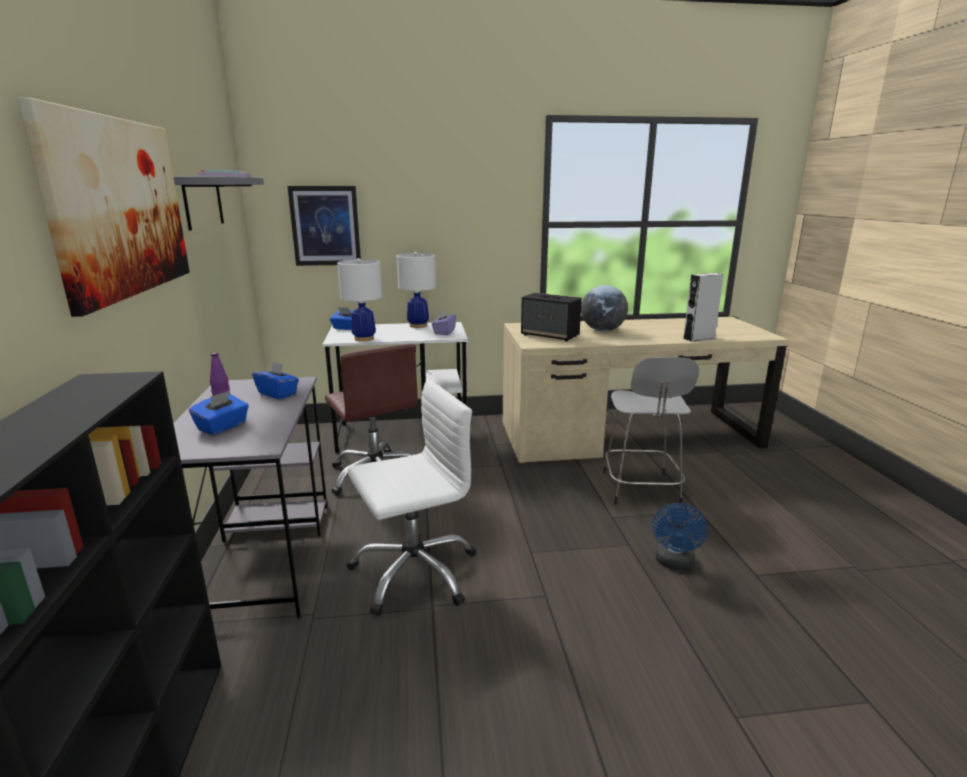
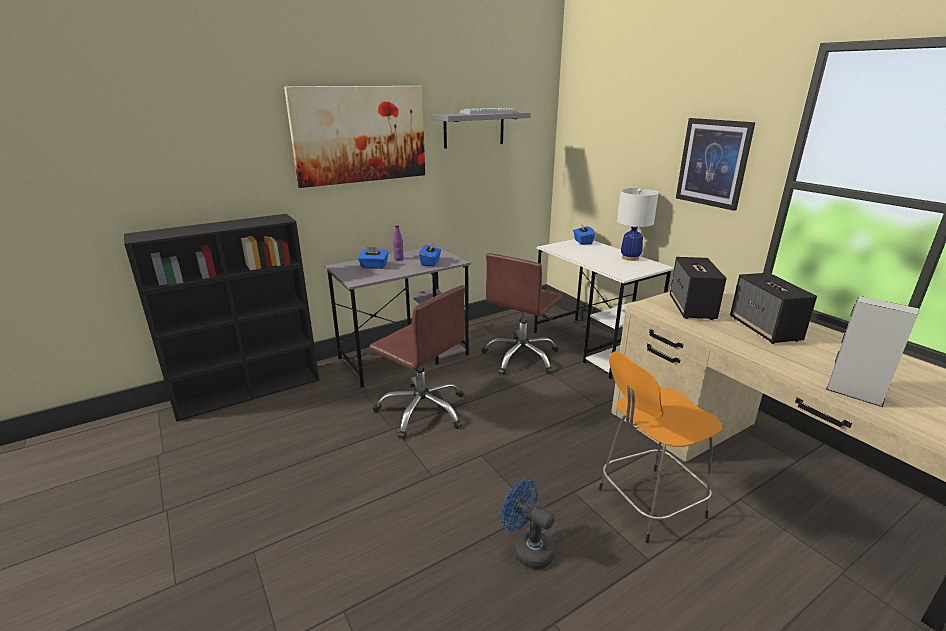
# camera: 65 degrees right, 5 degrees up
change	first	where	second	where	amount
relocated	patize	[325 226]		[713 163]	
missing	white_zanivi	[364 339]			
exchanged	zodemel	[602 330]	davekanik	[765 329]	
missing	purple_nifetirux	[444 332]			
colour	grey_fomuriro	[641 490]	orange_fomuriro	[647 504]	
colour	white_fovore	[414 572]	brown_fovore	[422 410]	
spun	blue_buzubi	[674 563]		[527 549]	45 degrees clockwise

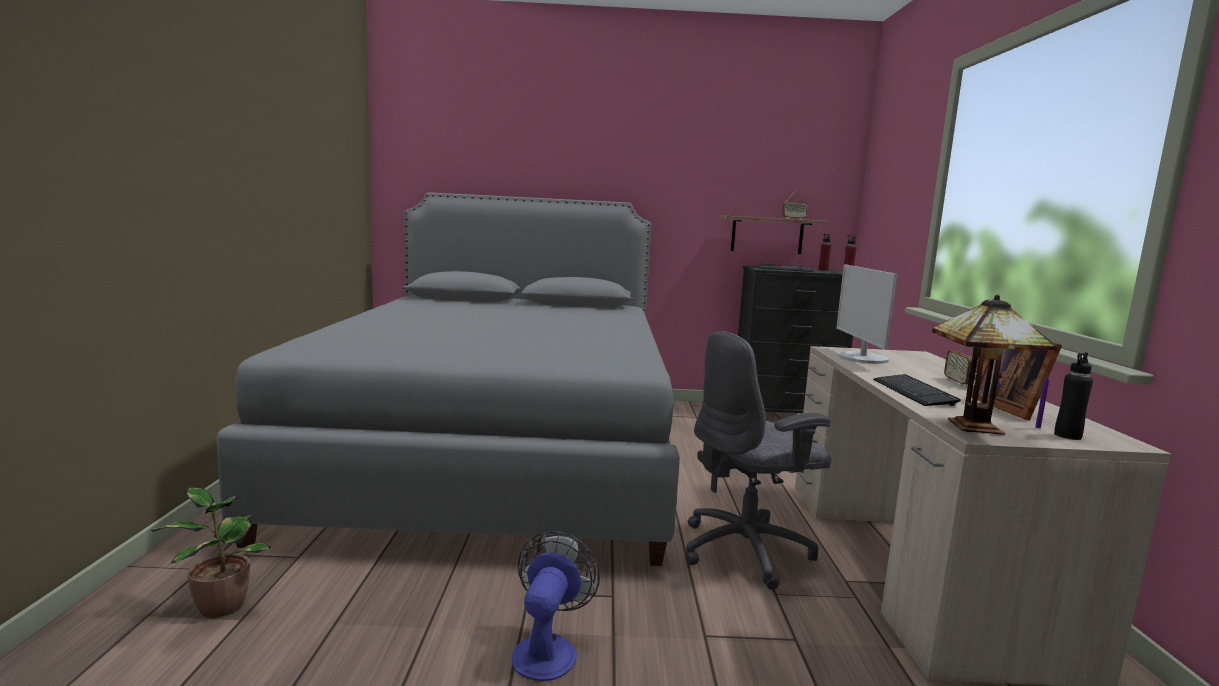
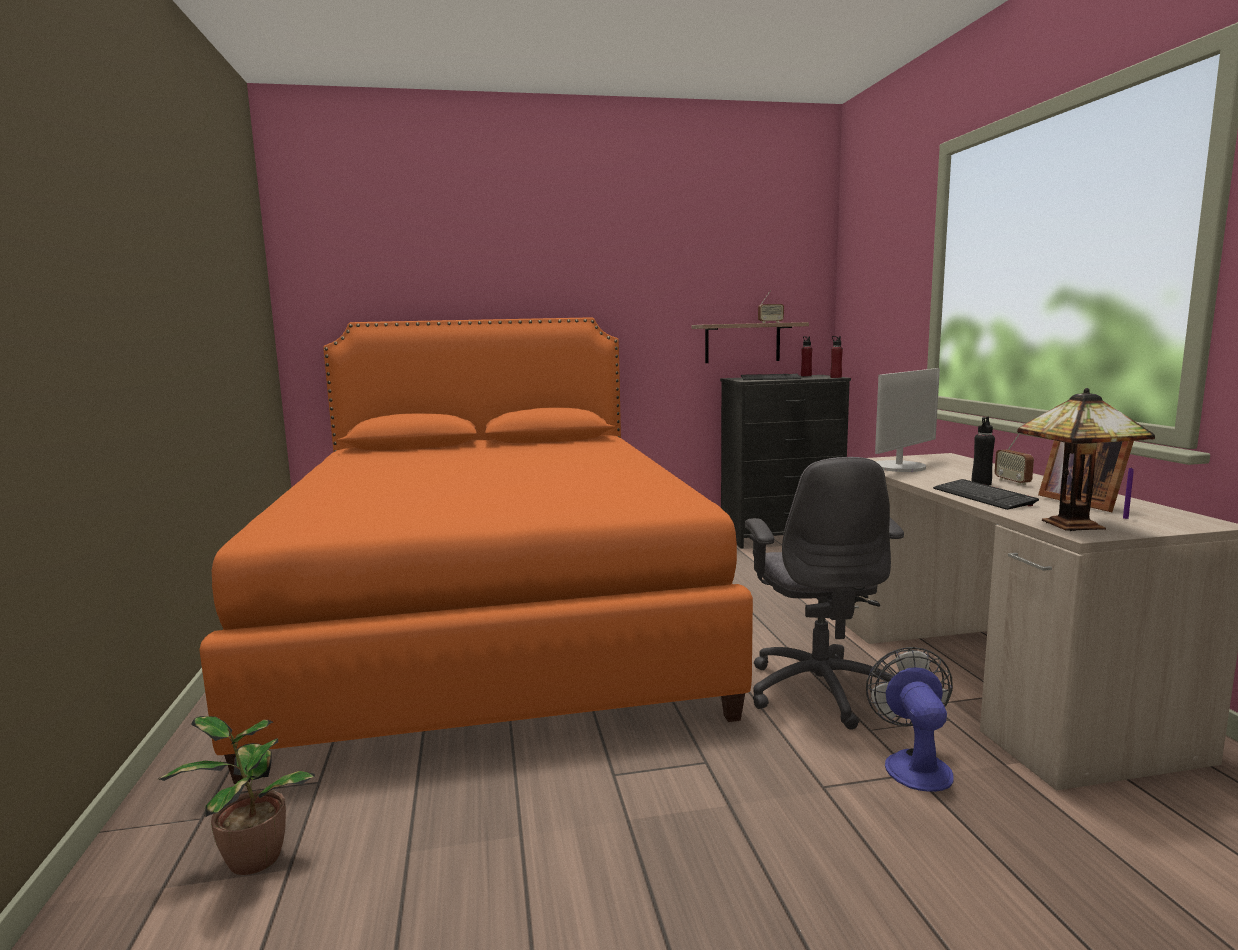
# camera: 10 degrees left, 0 degrees up
change	first	where	second	where	amount
colour	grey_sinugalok	[498 451]	orange_sinugalok	[492 620]	
spun	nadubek	[862 358]		[900 467]	120 degrees counterclockwise
spun	grey_fovore	[747 551]		[819 689]	60 degrees counterclockwise
relocated	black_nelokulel	[1067 436]		[981 483]	
relocated	buzubi	[548 649]		[913 764]	

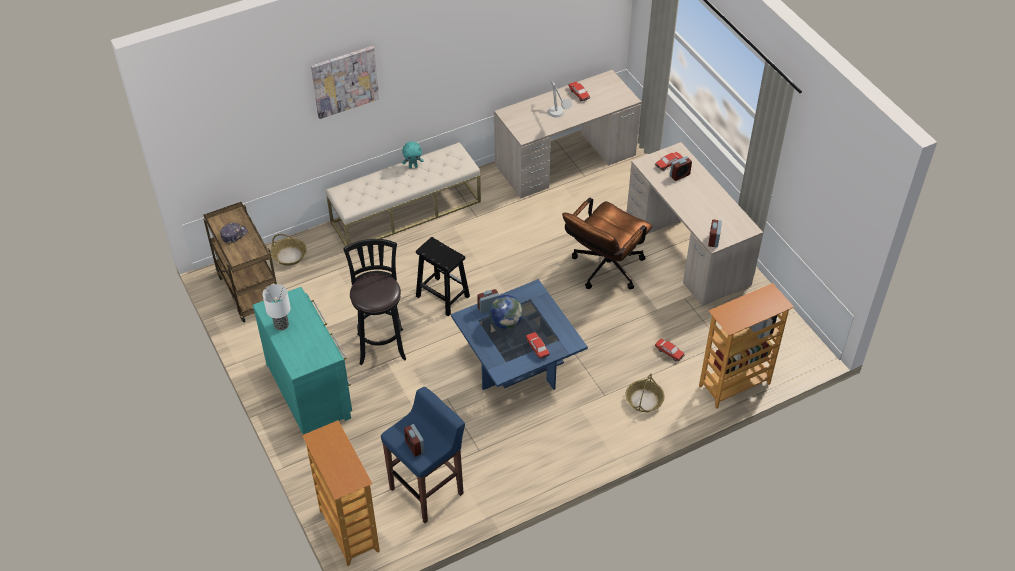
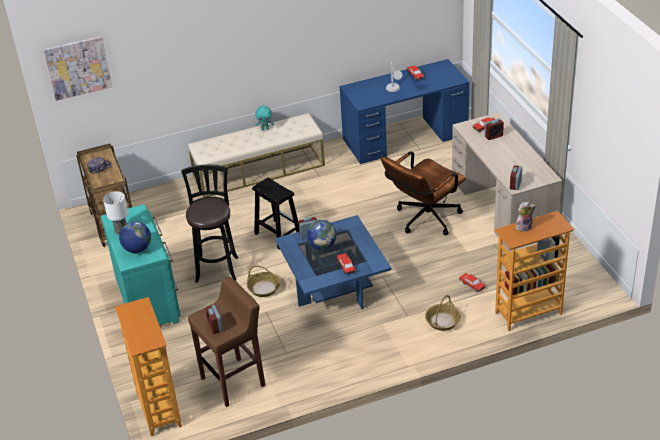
# camera: 10 degrees right, 10 degrees down
change	first	where	second	where	amount
relocated	patize	[345 81]		[78 67]	
colour	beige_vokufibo	[566 160]	blue_vokufibo	[405 137]	
relocated	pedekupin	[289 255]		[264 288]	
colour	blue_fomuriro	[427 491]	brown_fomuriro	[234 382]	
appeared			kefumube	[524 227]	
appeared			zodemel	[137 249]	

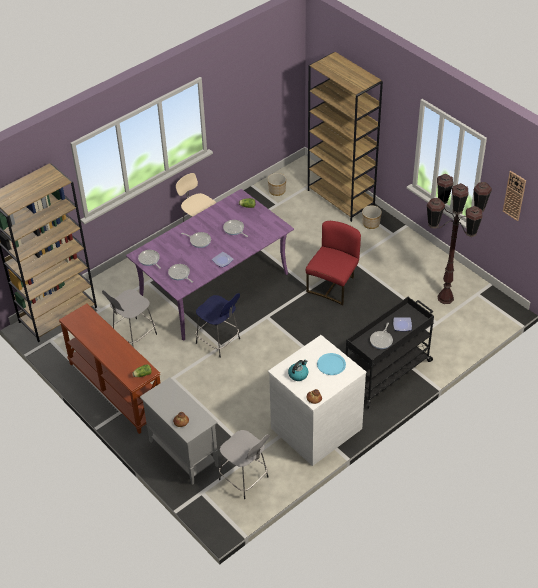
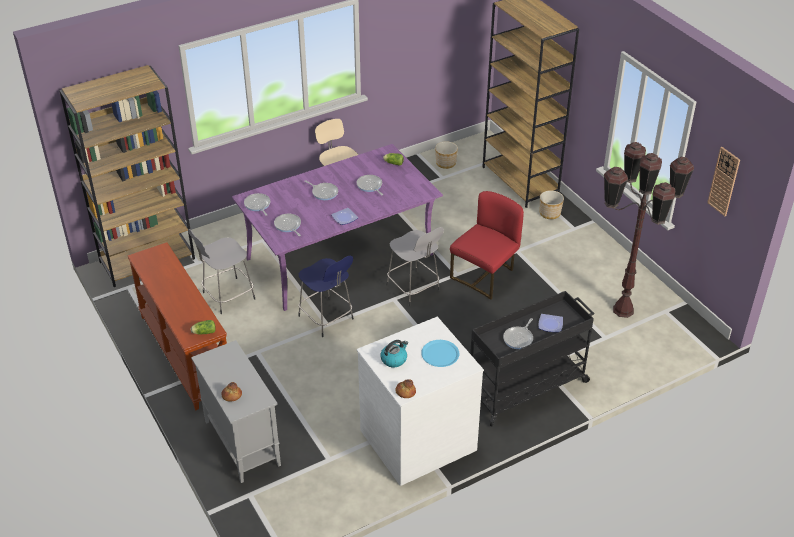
# camera: 10 degrees right, 5 degrees down
change	first	where	second	where	amount
relocated	grey_fomuriro	[245 479]		[414 289]	

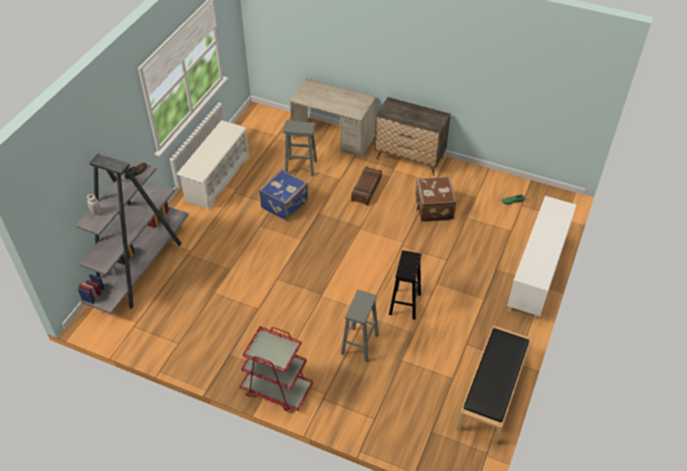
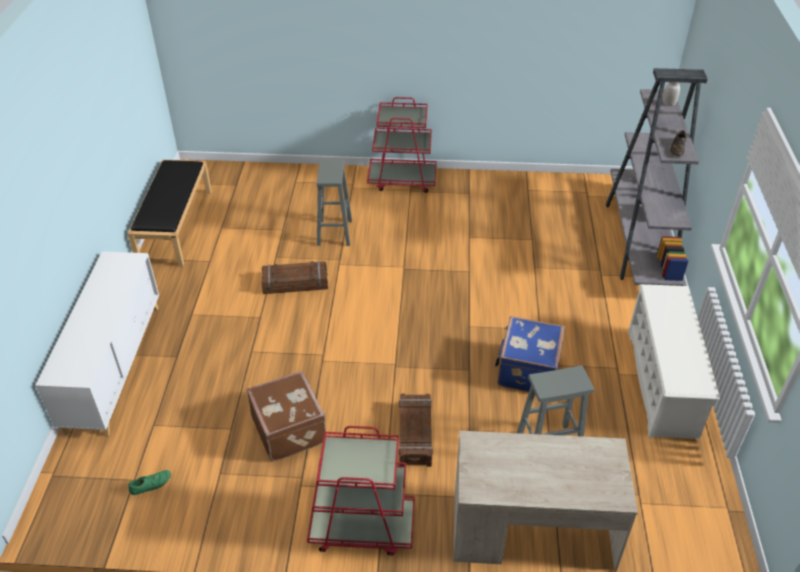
# camera: 160 degrees right, 5 degrees down
change	first	where	second	where	amount
exchanged	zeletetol	[410 158]	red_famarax	[362 527]	
exchanged	black_fomuriro	[405 304]	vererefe	[295 283]	

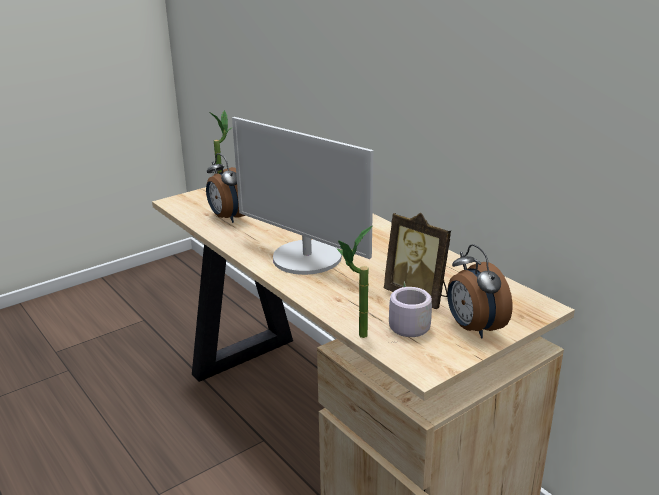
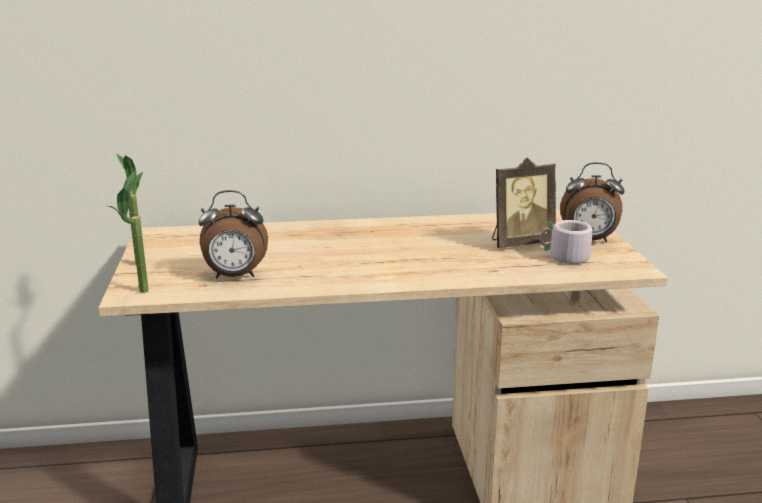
# camera: 60 degrees left, 5 degrees down
change	first	where	second	where	amount
missing	nadubek	[306 258]			
relocated	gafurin	[354 337]		[139 295]	

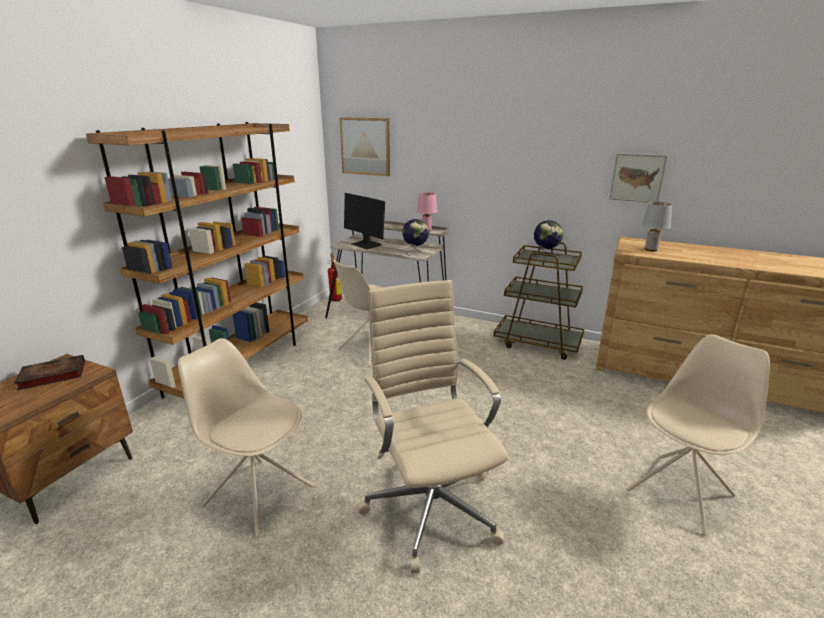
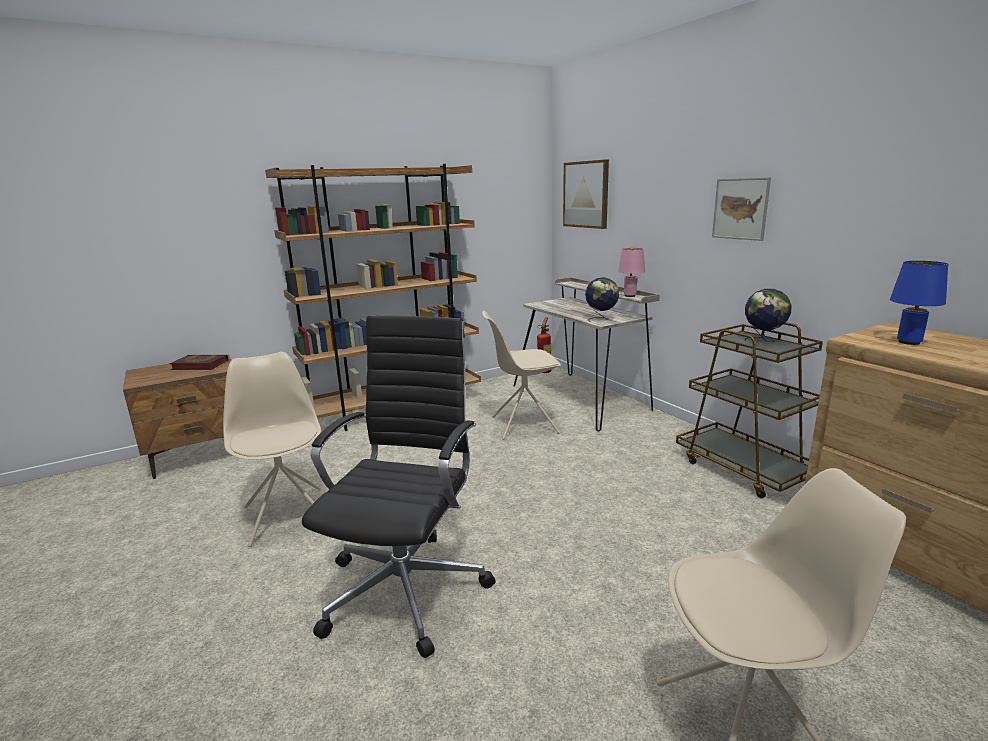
# camera: 35 degrees right, 5 degrees down
change	first	where	second	where	amount
relocated	patize	[637 178]		[740 209]	
missing	nadubek	[366 245]			
colour	grey_zanivi	[651 250]	blue_zanivi	[909 342]	
colour	beige_fovore	[431 504]	black_fovore	[407 586]	

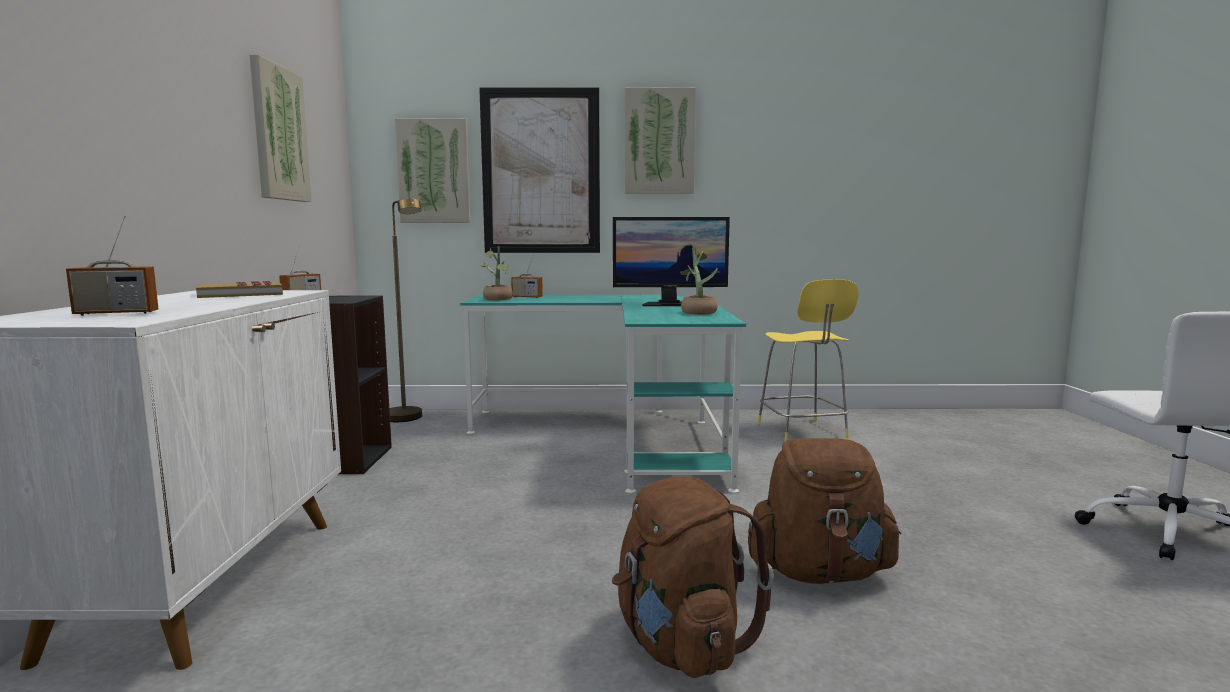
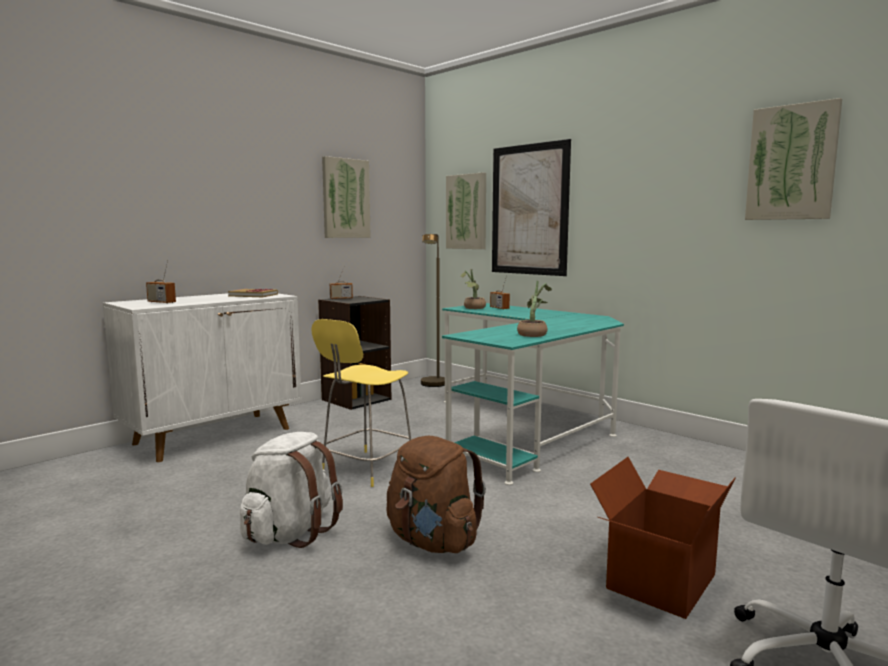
# camera: 45 degrees right, 0 degrees up
change	first	where	second	where	amount
relocated	patize	[659 141]		[791 163]	
missing	nadubek	[669 304]			
relocated	yellow_fomuriro	[802 431]		[366 469]	
colour	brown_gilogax	[680 644]	white_gilogax	[291 533]	
appeared			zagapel	[659 580]	

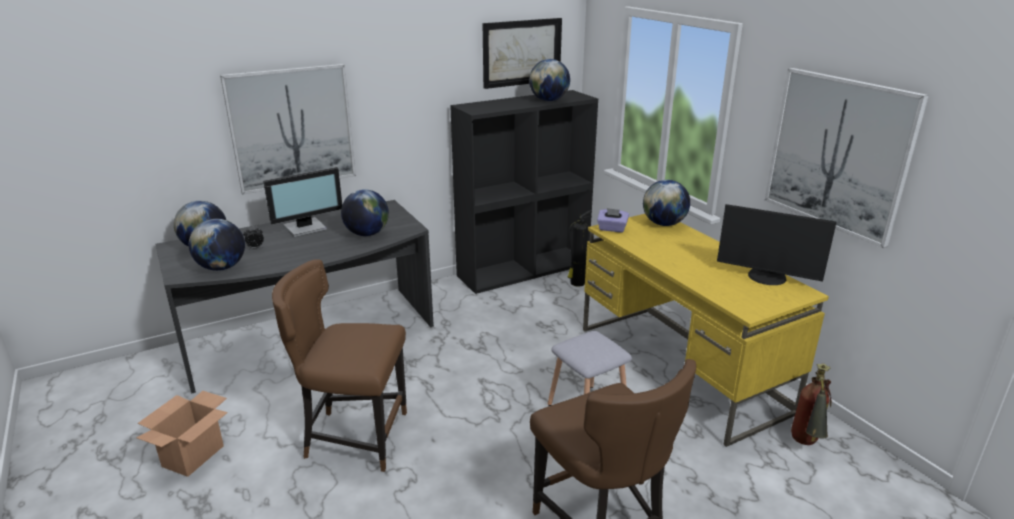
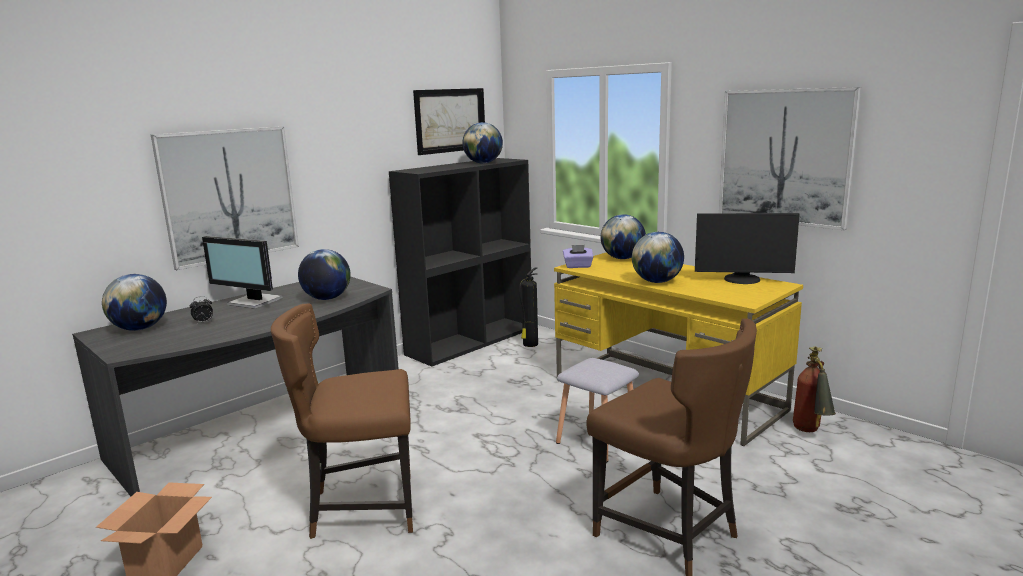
# camera: 15 degrees left, 10 degrees down
change	first	where	second	where	amount
spun	nadubek	[306 228]		[254 302]	75 degrees clockwise
relocated	zodemel	[221 267]		[657 282]	

